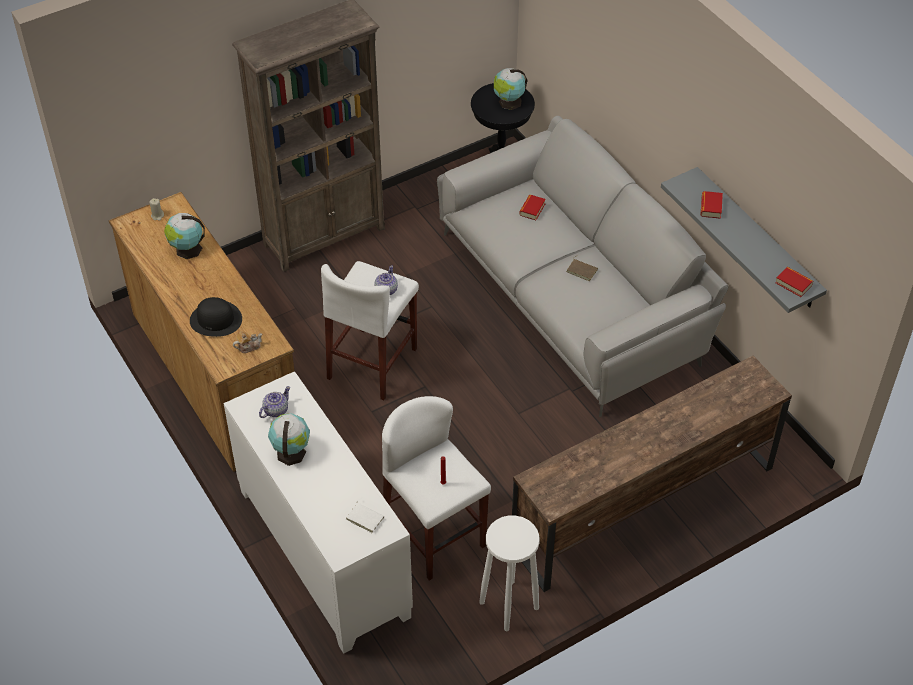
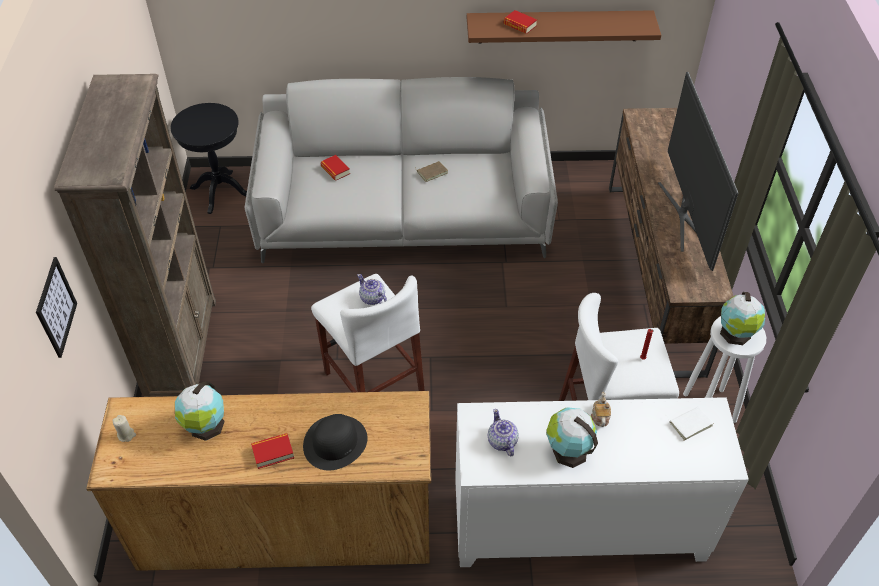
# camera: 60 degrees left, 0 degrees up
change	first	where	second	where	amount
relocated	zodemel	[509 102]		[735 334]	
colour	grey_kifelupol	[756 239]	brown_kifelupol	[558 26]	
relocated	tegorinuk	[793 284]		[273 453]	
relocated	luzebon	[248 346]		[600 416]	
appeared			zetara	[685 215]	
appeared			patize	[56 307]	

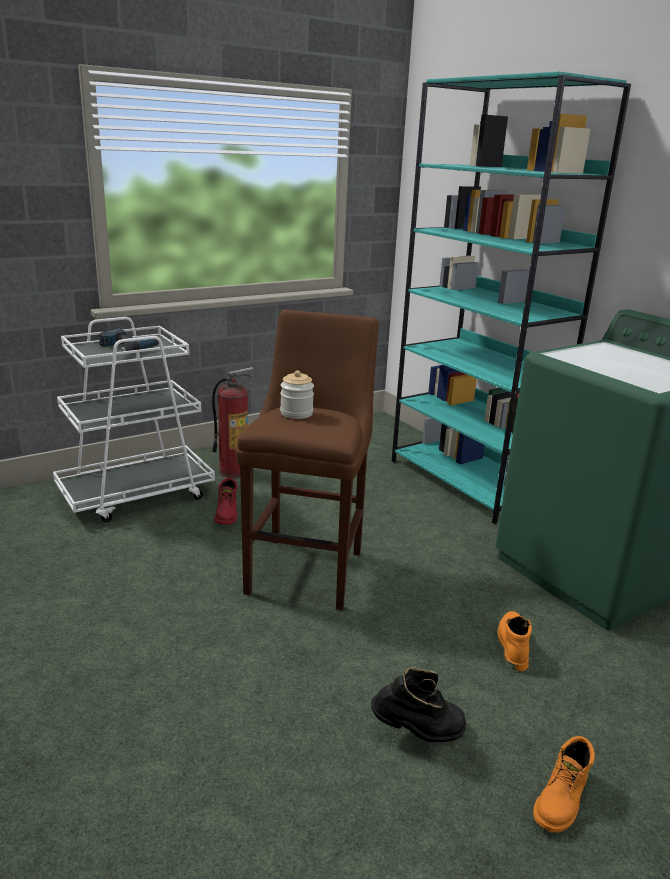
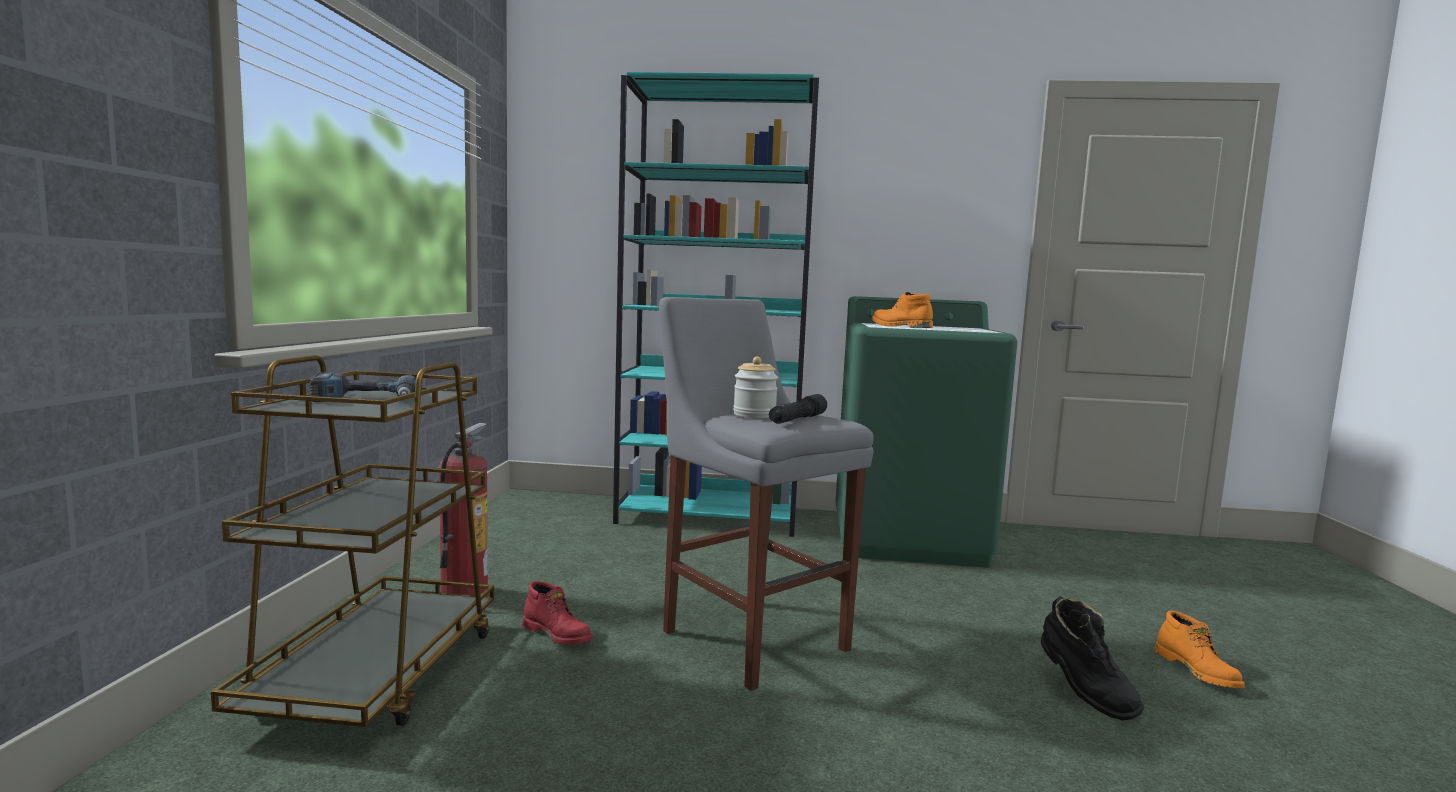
# camera: 50 degrees left, 15 degrees down
change	first	where	second	where	amount
colour	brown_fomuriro	[308 568]	grey_fomuriro	[749 636]	
colour	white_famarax	[137 494]	brown_famarax	[377 673]	
relocated	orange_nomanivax	[512 645]		[900 326]	
spun	black_nomanivax	[418 733]		[1083 694]	120 degrees clockwise
appeared			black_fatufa	[797 420]	

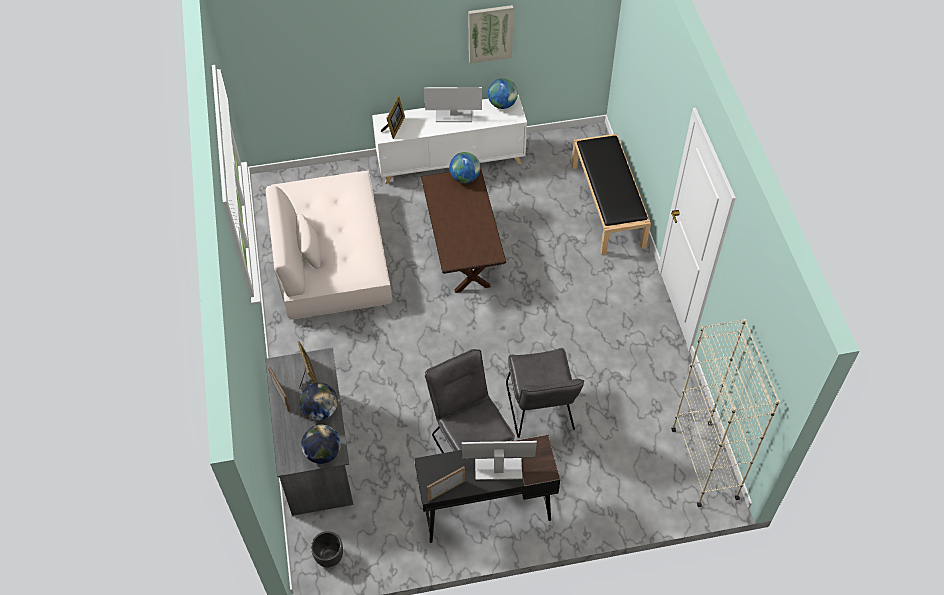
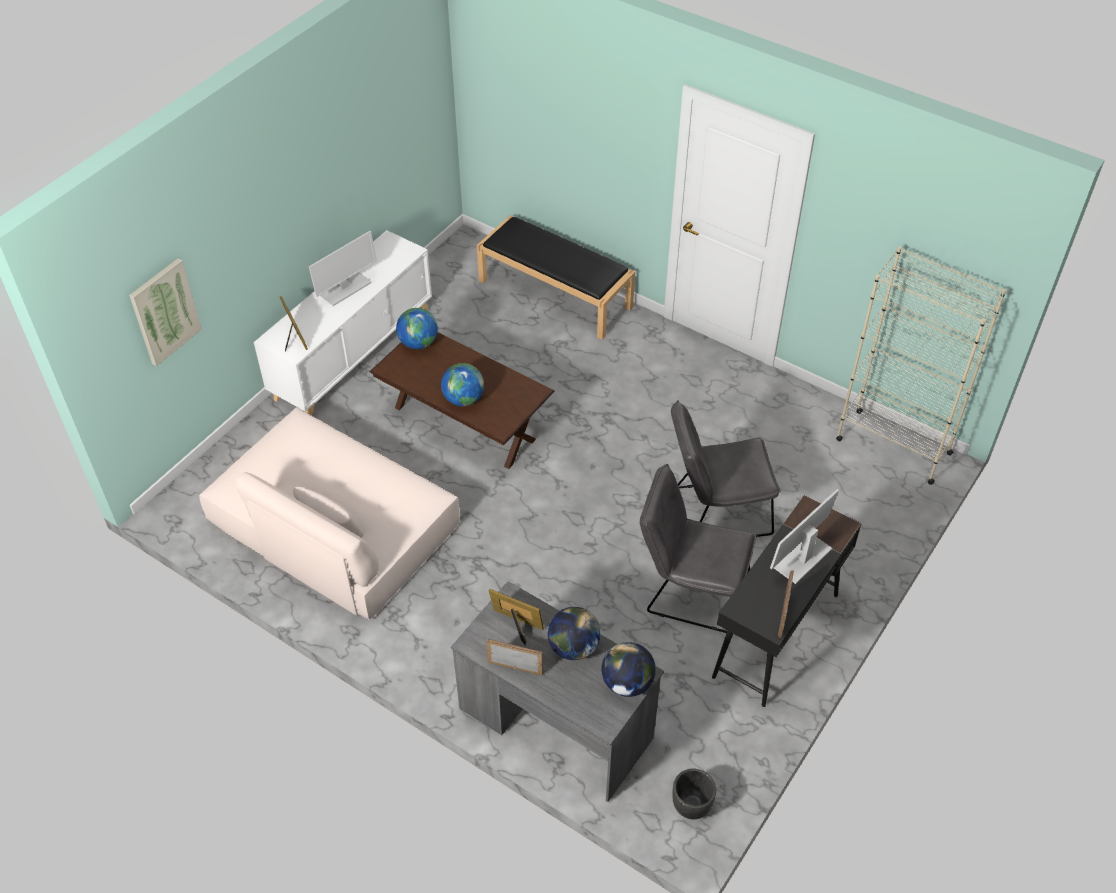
# camera: 45 degrees left, 5 degrees down
change	first	where	second	where	amount
relocated	patize	[490 33]		[164 311]	
relocated	zodemel	[502 104]		[463 399]	
spun	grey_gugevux	[540 411]		[715 511]	135 degrees clockwise

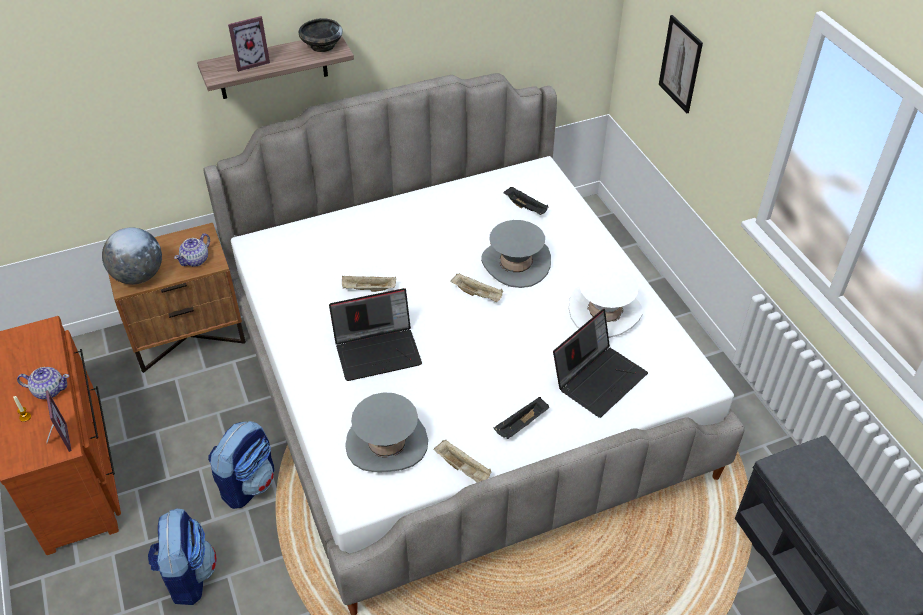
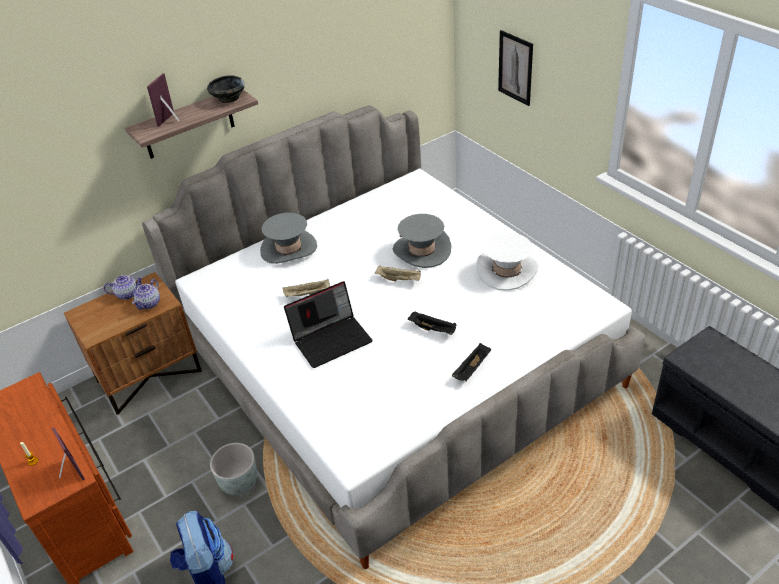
# camera: 10 degrees left, 5 degrees down
change	first	where	second	where	amount
spun	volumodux	[251 62]		[172 120]	150 degrees clockwise
relocated	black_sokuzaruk	[526 207]		[433 329]	
missing	zodemel	[138 276]			
missing	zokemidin	[599 378]			
relocated	luzebon	[49 390]		[127 294]	
relocated	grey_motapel	[387 443]		[288 248]	
exchanged	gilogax	[248 483]	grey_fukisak	[239 483]	
missing	beige_sokuzaruk	[463 468]			

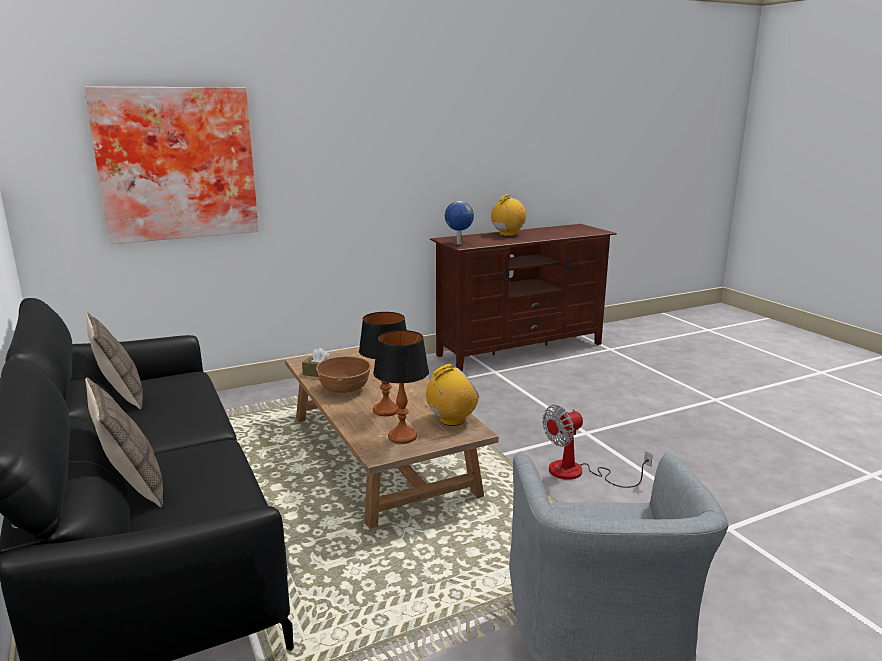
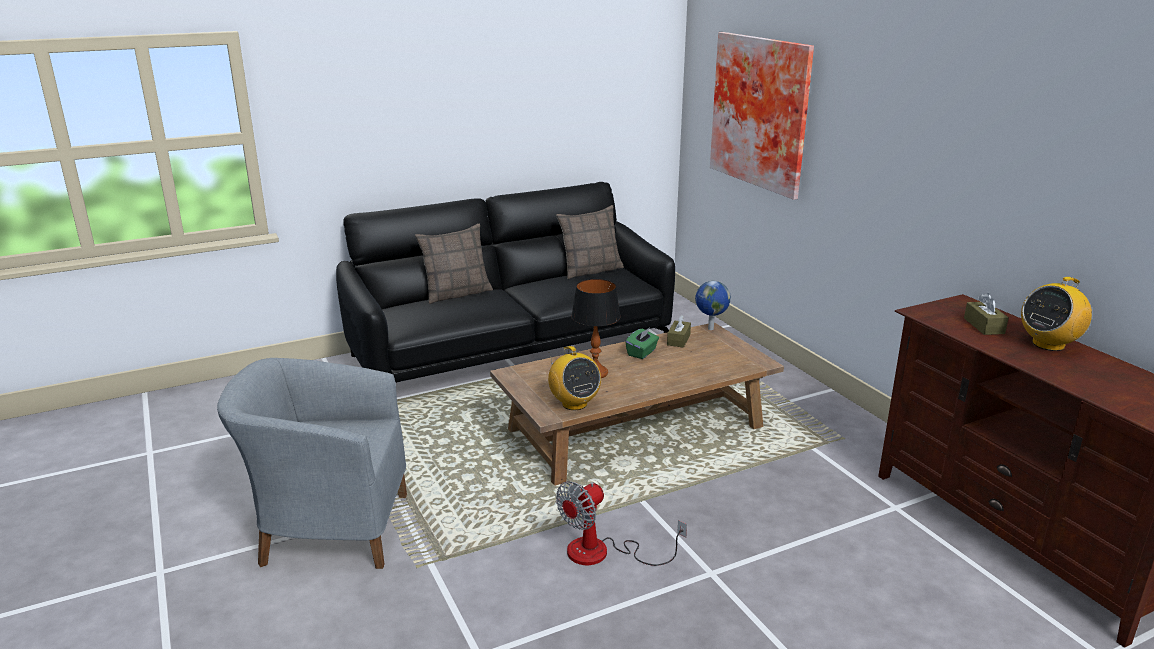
# camera: 90 degrees right, 5 degrees up
change	first	where	second	where	amount
spun	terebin	[507 234]		[1048 344]	105 degrees clockwise
relocated	zodemel	[458 244]		[710 329]	
missing	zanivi	[402 436]			
exchanged	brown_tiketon	[344 389]	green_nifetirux	[642 353]	
spun	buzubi	[578 473]		[602 553]	105 degrees counterclockwise
appeared			brown_nifetirux	[984 326]	

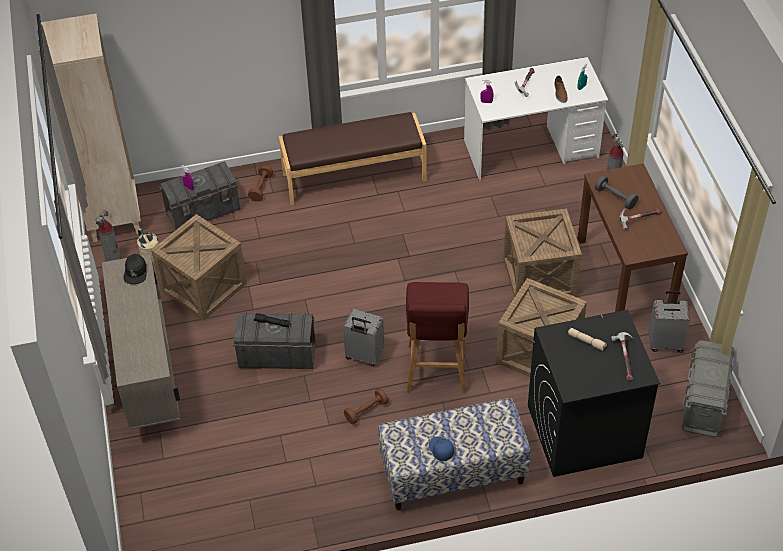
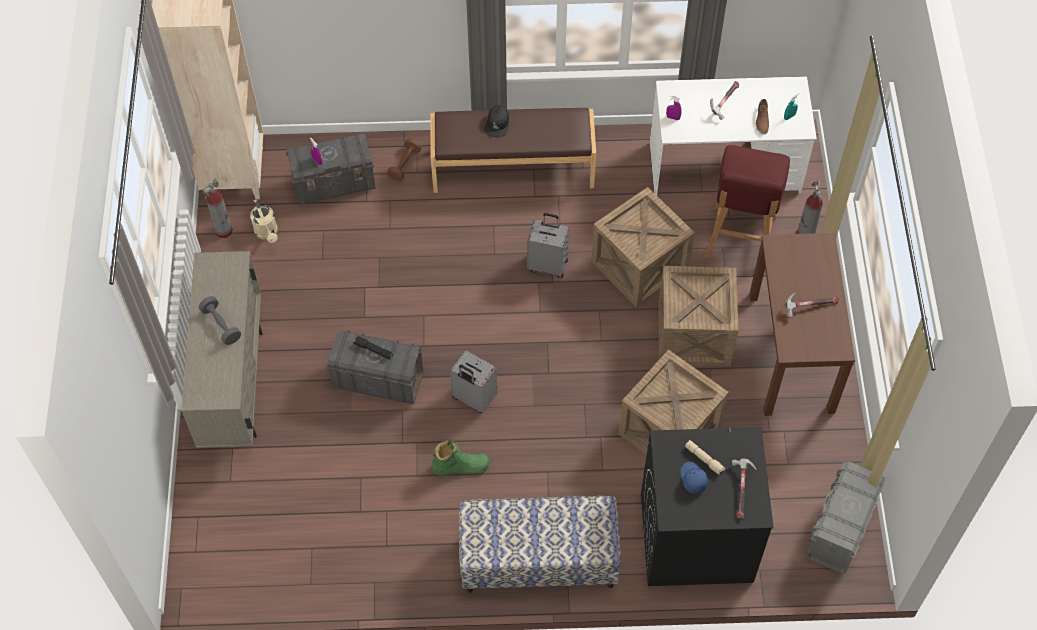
# camera: 10 degrees right, 10 degrees up
change	first	where	second	where	amount
relocated	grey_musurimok	[615 198]		[221 325]	
relocated	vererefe	[203 287]		[639 266]	
relocated	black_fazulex	[135 272]		[497 124]	
relocated	red_fomuriro	[436 370]		[739 239]	
relocated	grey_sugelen	[665 343]		[548 265]	
exchanged	brown_musurimok	[366 411]	green_nomanivax	[461 466]	
relocated	blue_fazulex	[440 450]		[692 479]	

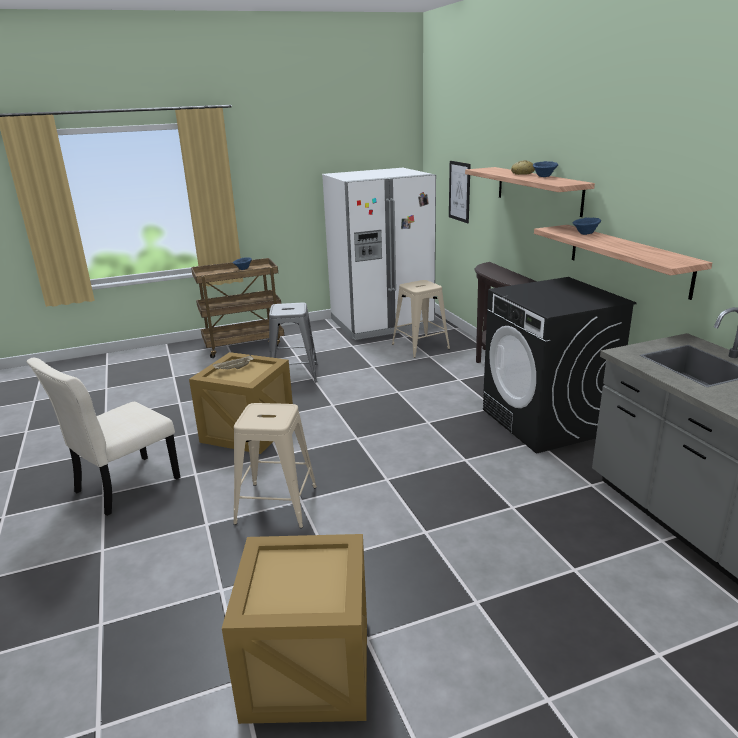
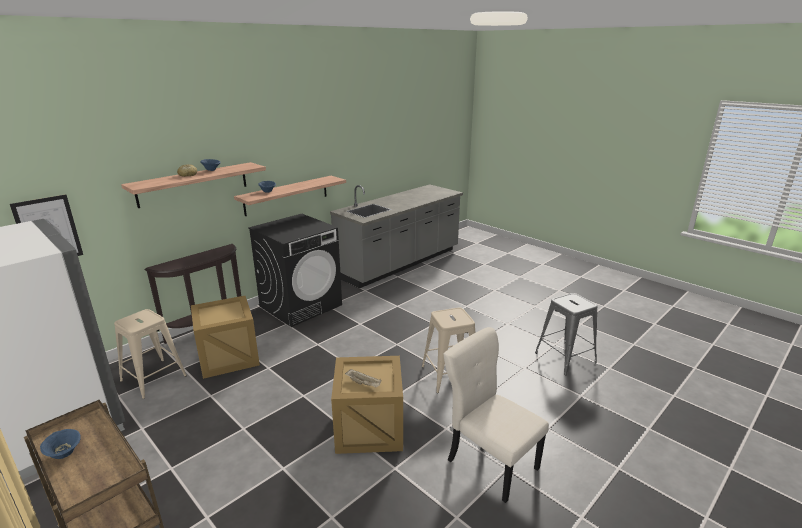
# camera: 115 degrees left, 0 degrees up
change	first	where	second	where	amount
relocated	grey_fomuriro	[293 374]		[565 358]	
spun	beige_gugevux	[123 486]		[490 462]	150 degrees counterclockwise
relocated	vererefe	[305 667]		[228 358]	

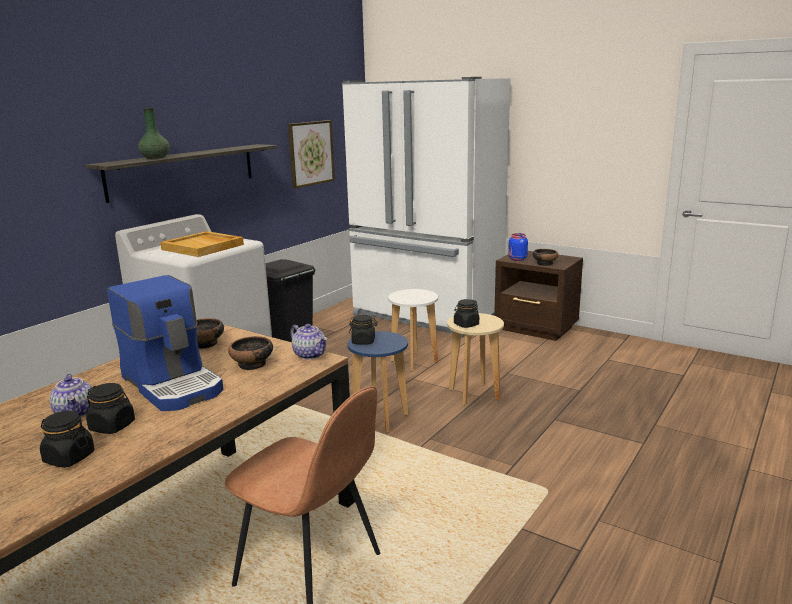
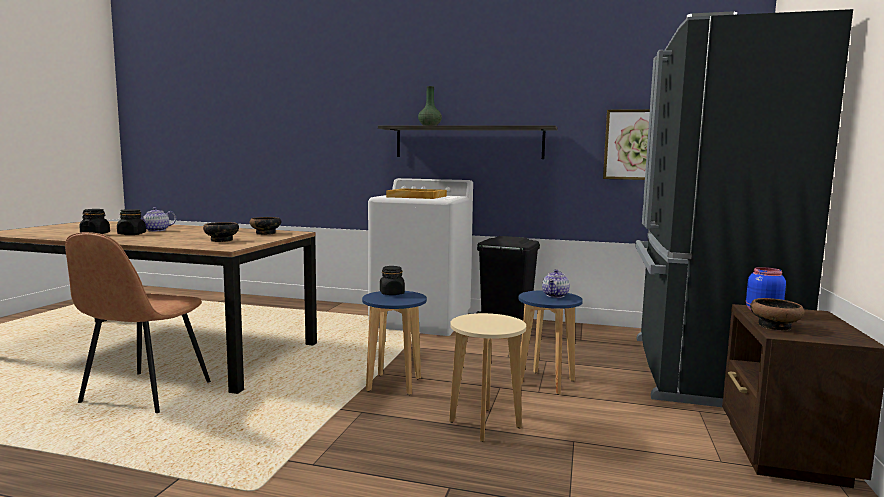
# camera: 70 degrees right, 10 degrees down
change	first	where	second	where	amount
colour	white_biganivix	[426 315]	black_biganivix	[701 372]	
missing	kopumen	[174 384]			
colour	white_fomuriro	[414 361]	blue_fomuriro	[546 383]	
missing	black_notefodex	[466 324]			
relocated	luzebon	[310 355]		[555 295]	

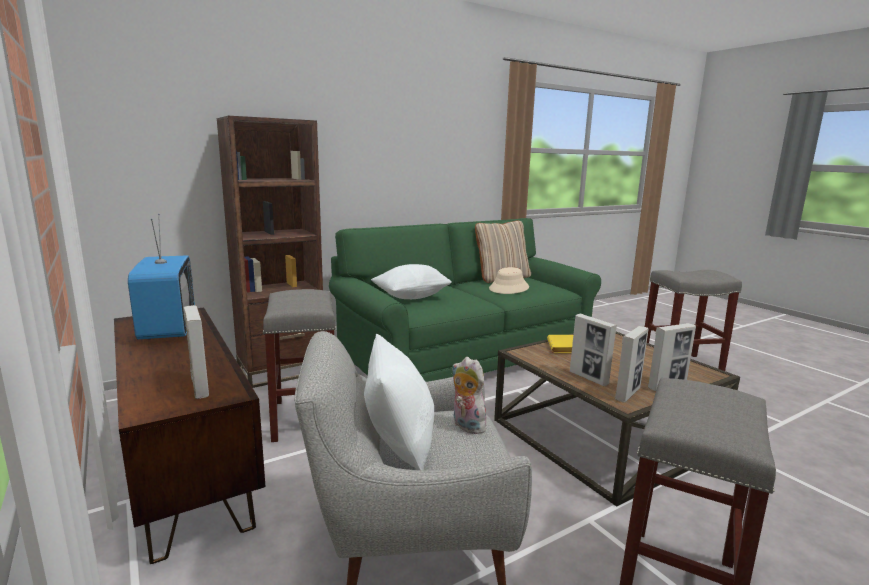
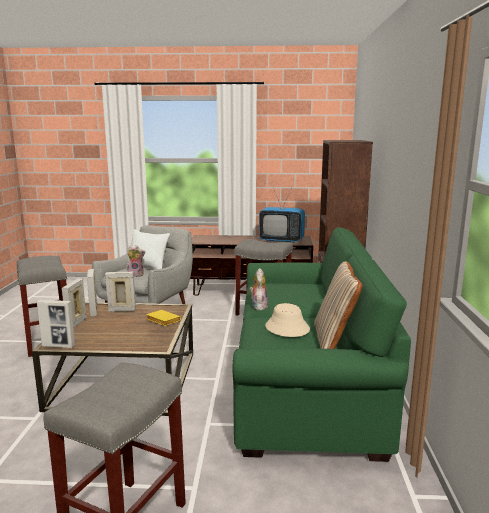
# camera: 125 degrees right, 0 degrees up
change	first	where	second	where	amount
missing	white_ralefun	[411 297]			
relocated	volumodux	[199 387]		[58 346]	
appeared			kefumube	[258 306]	

